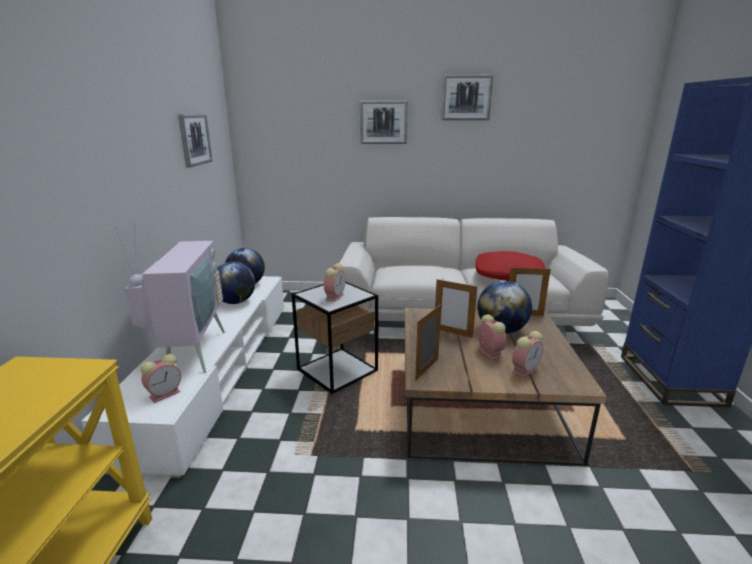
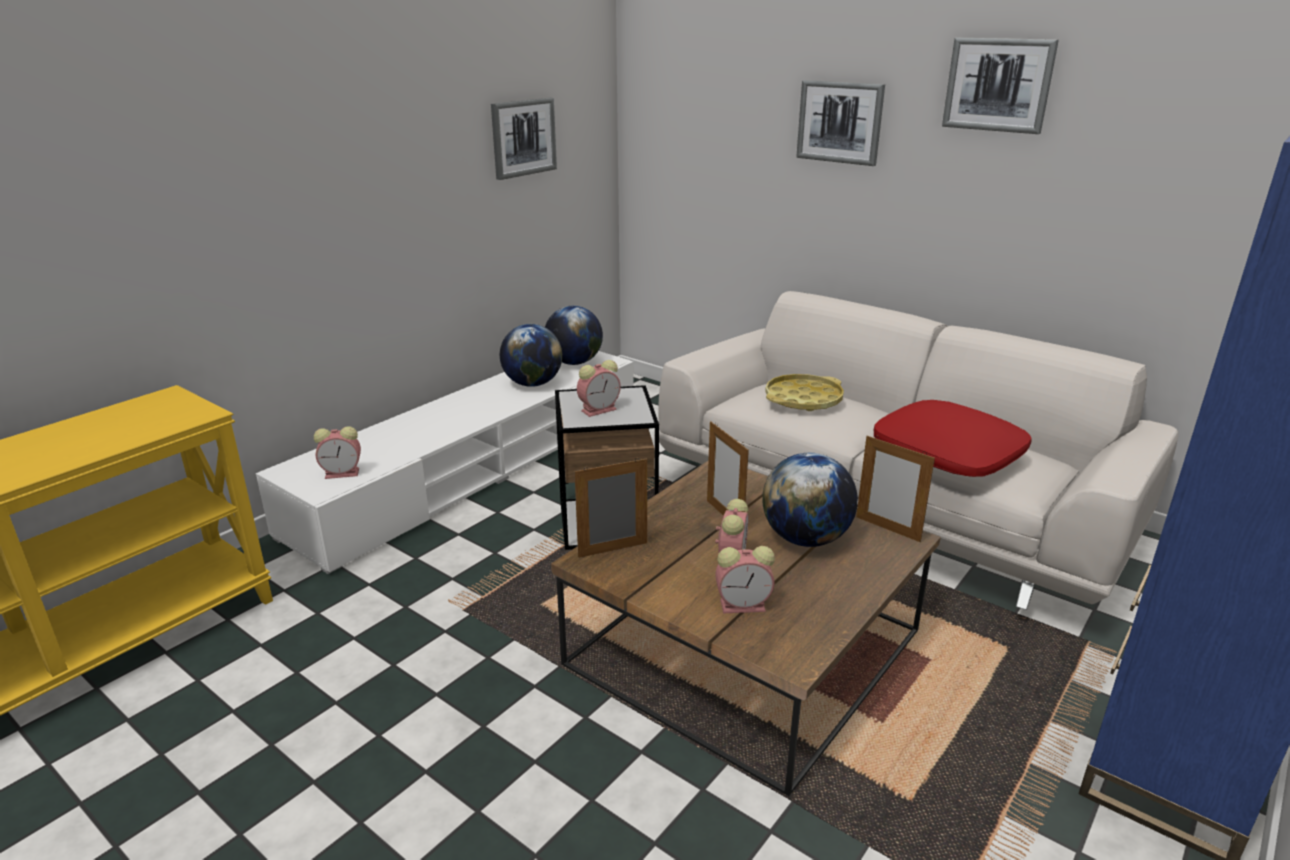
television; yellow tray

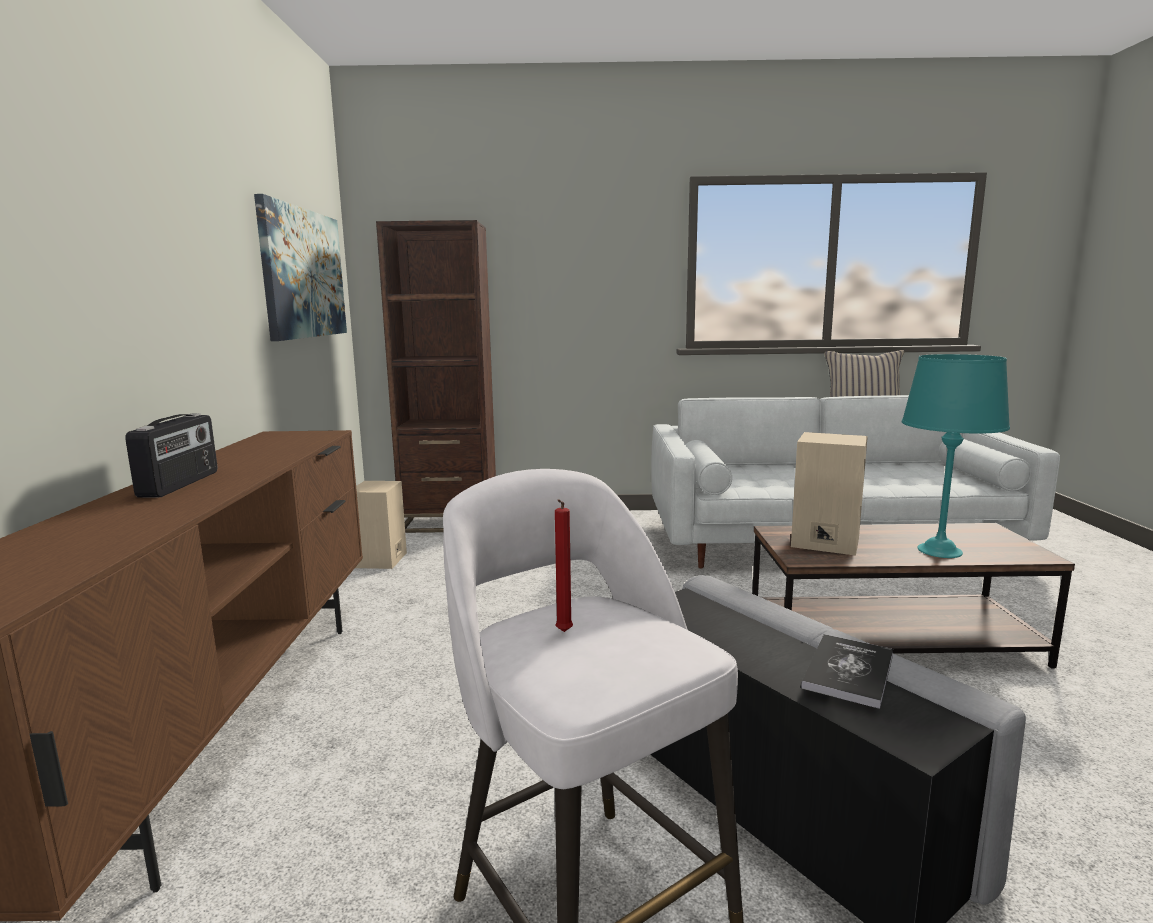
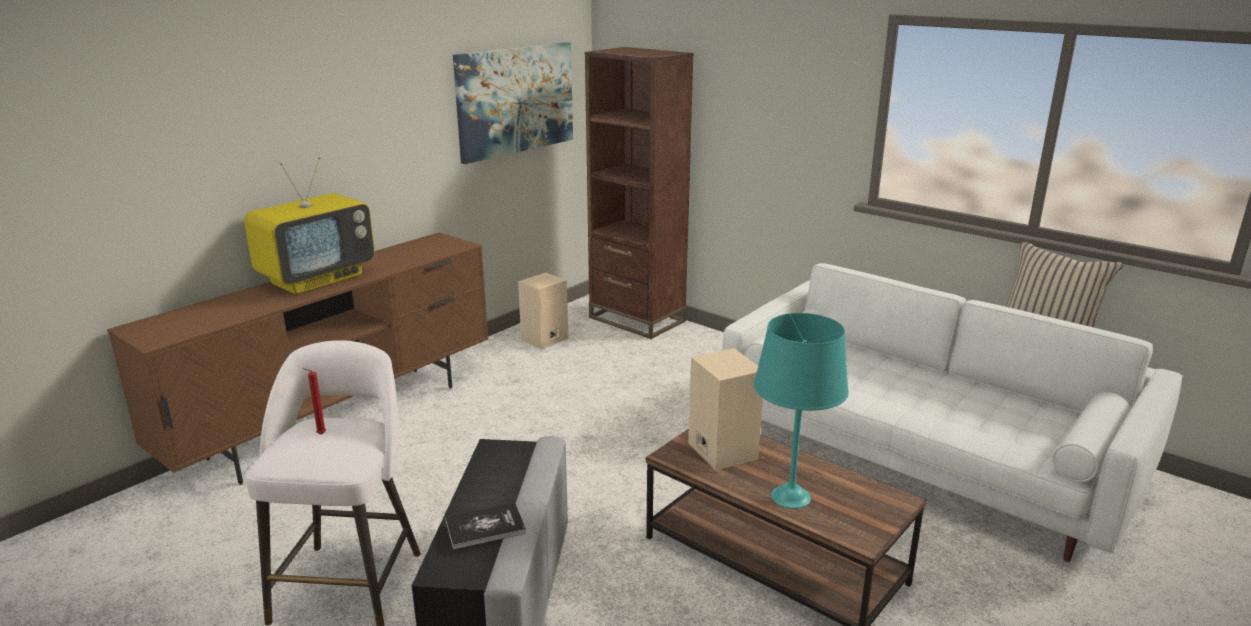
television

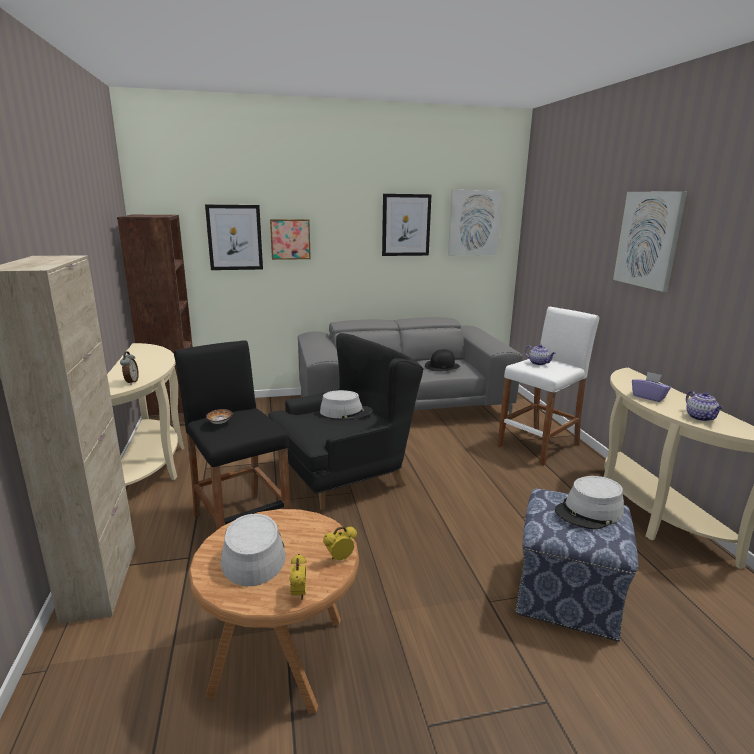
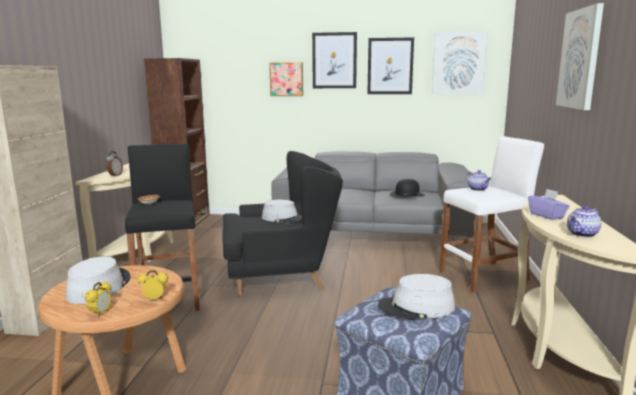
picture (no. 2 from left); teapot (no. 2 from left)

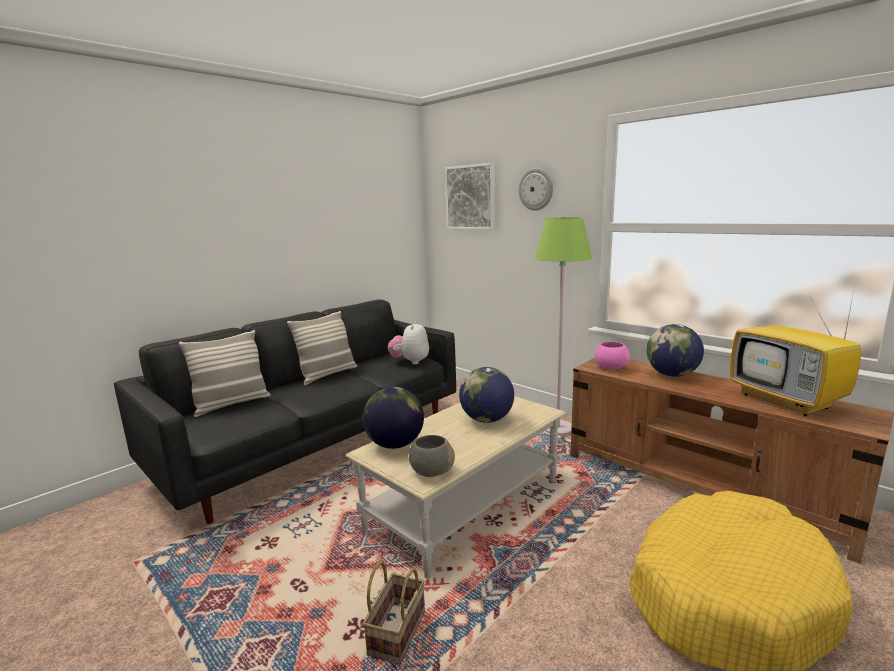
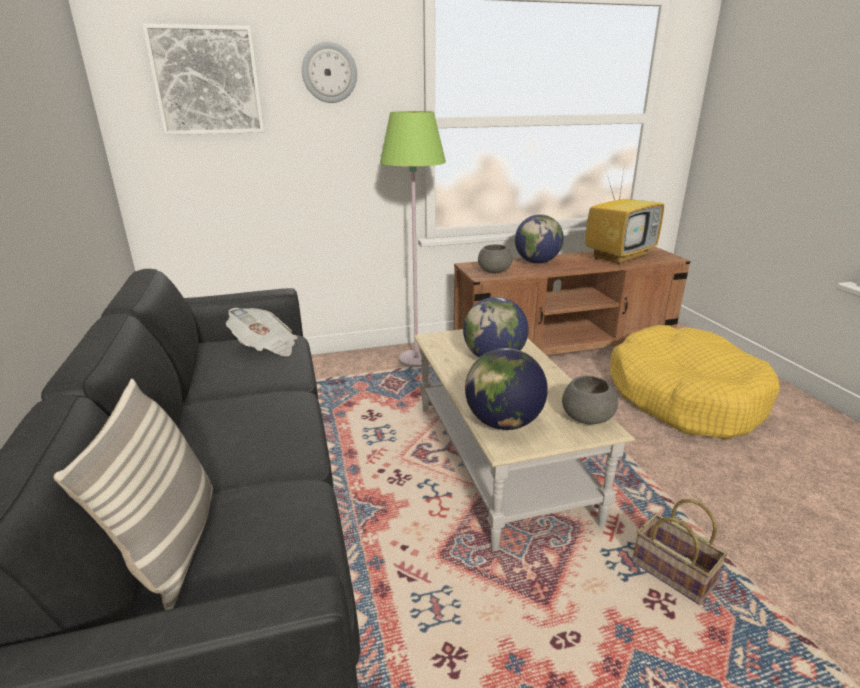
pillow (no. 2 from left in the first image); newspaper; grey bowl (no. 1 from left); television

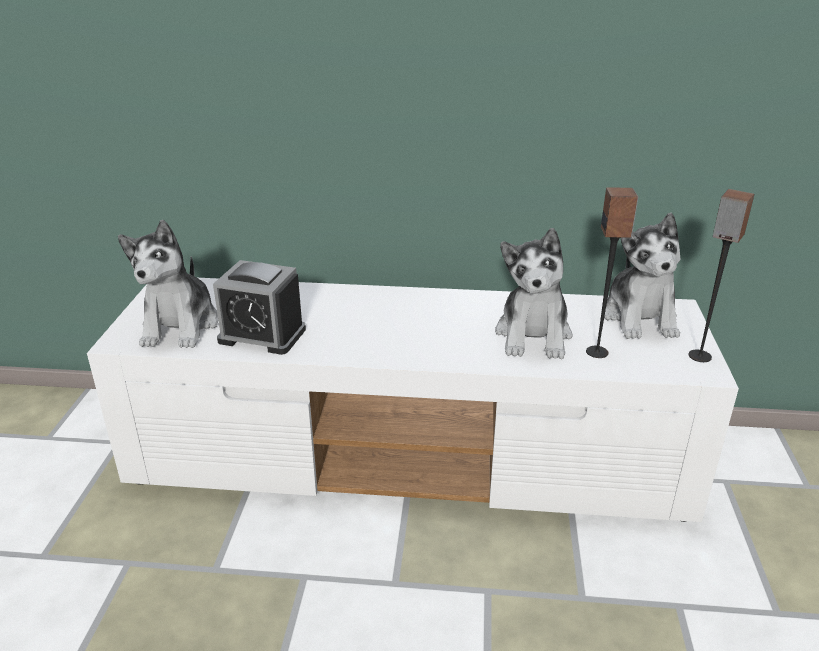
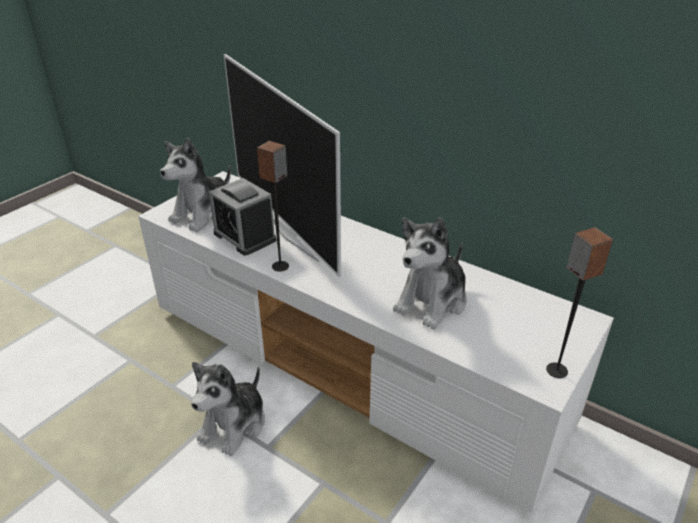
speaker (no. 1 from left); plush toy (no. 2 from left); television

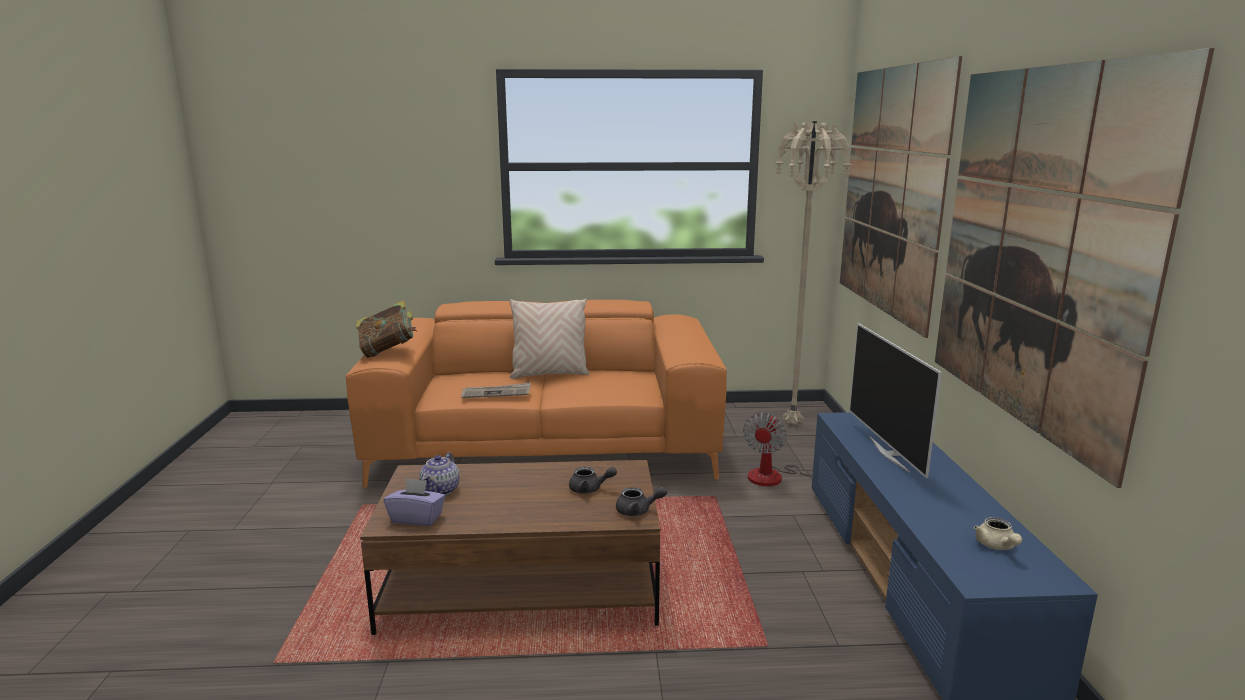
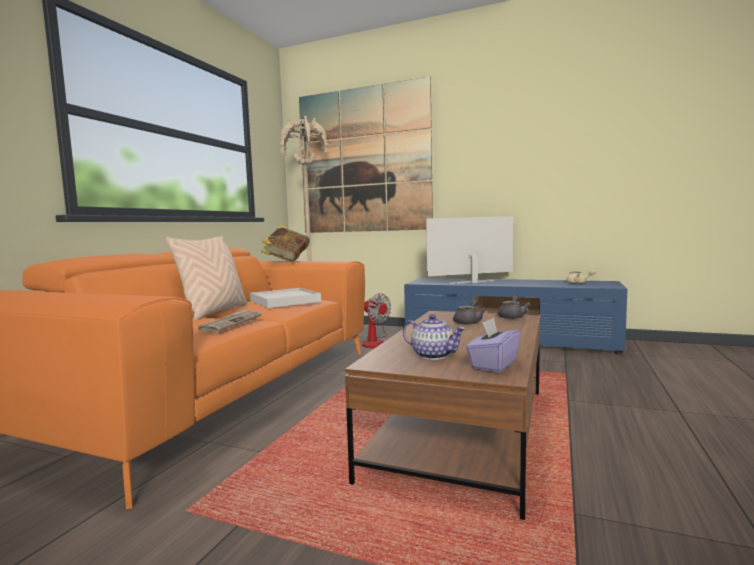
book; television; picture (no. 2 from left in the first image); white tray

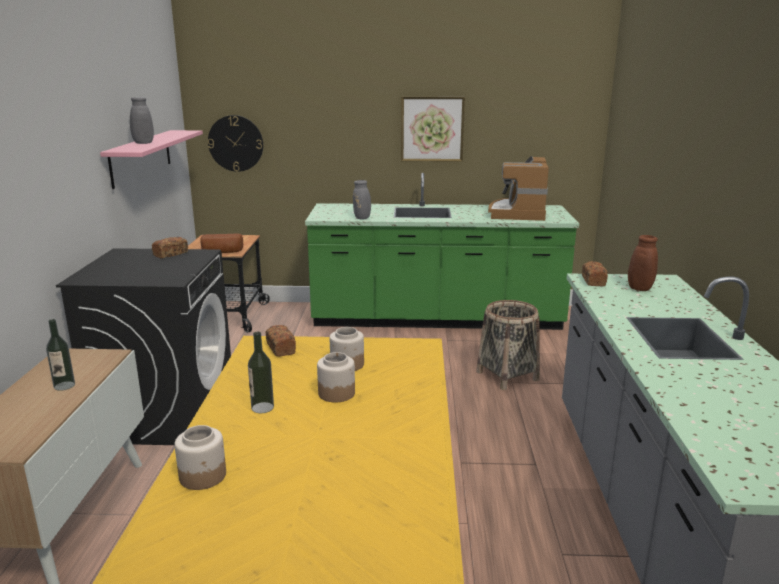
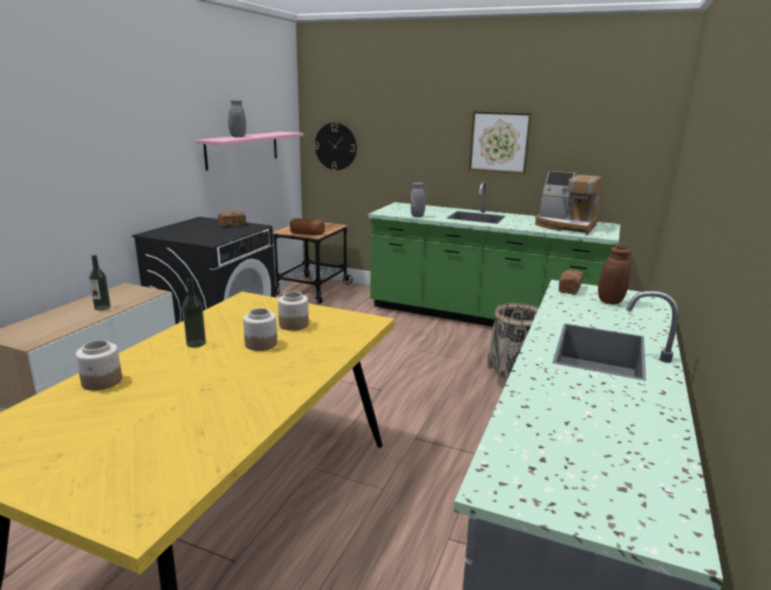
bread (no. 3 from left in the first image); coffee machine

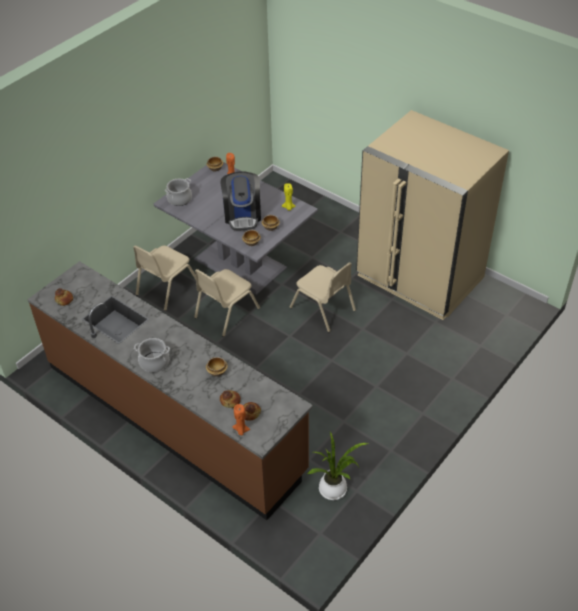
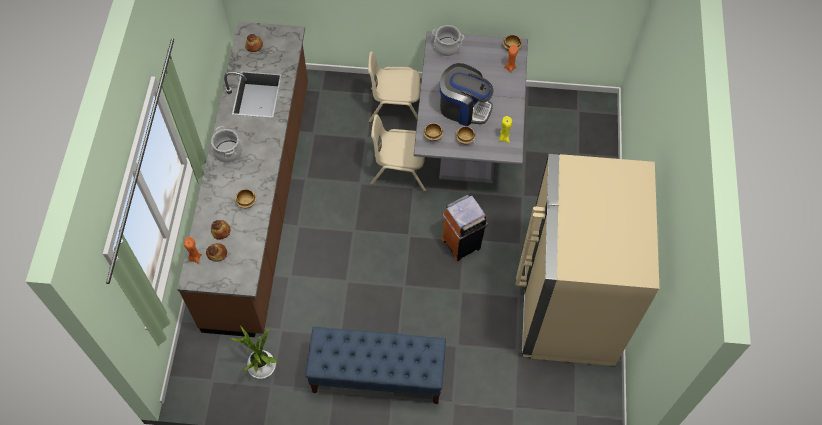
coffee machine; orange trash can; blue bench

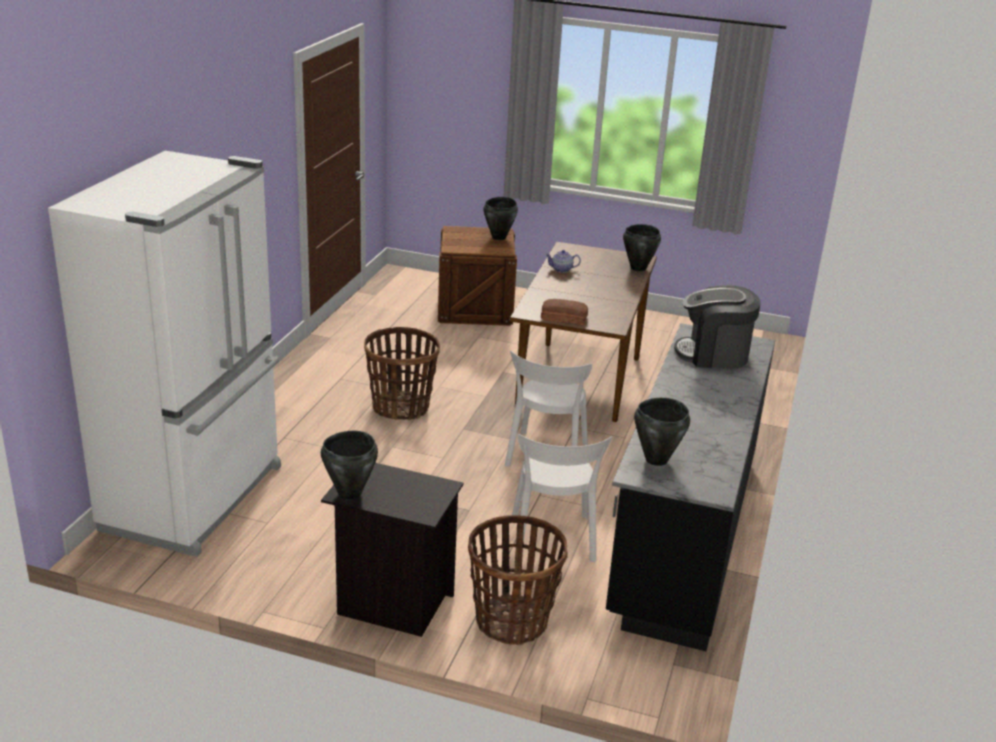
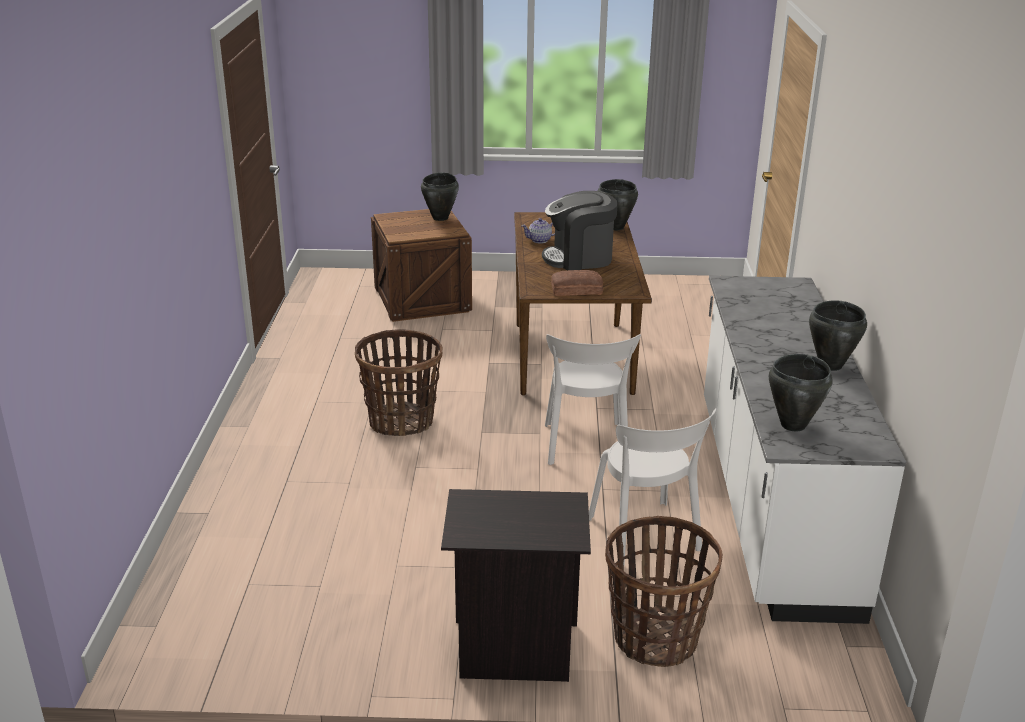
white fridge; black cooking pot (no. 4 from left); white counter; coffee machine

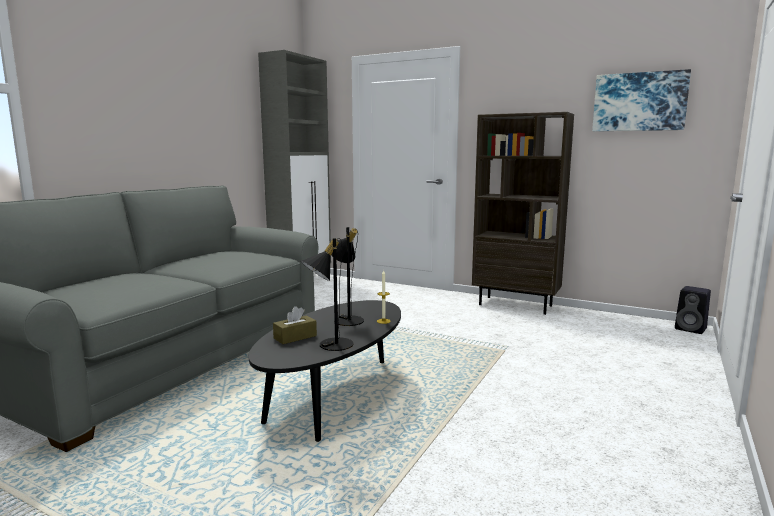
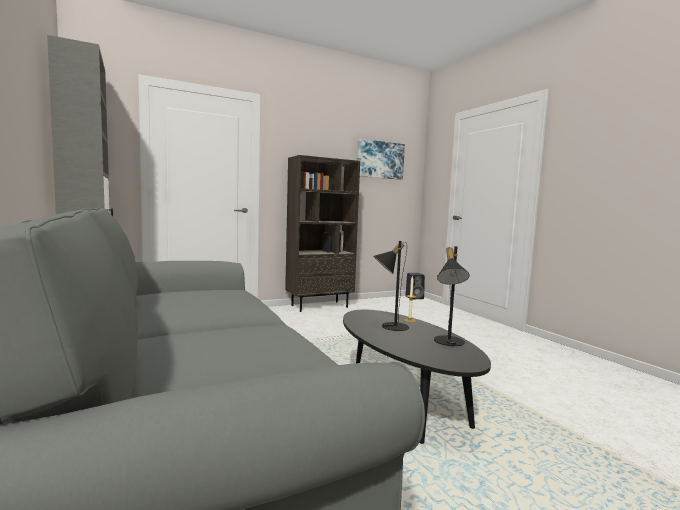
brown tissue box

